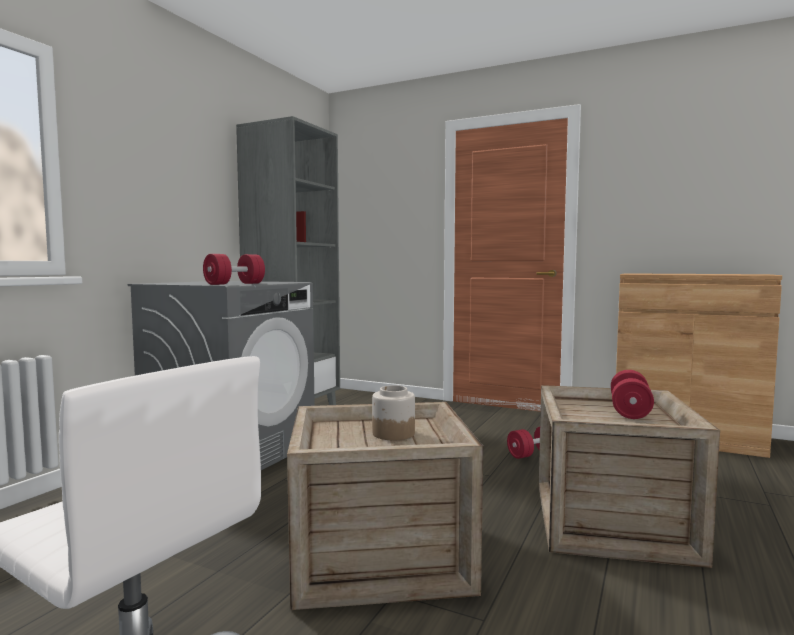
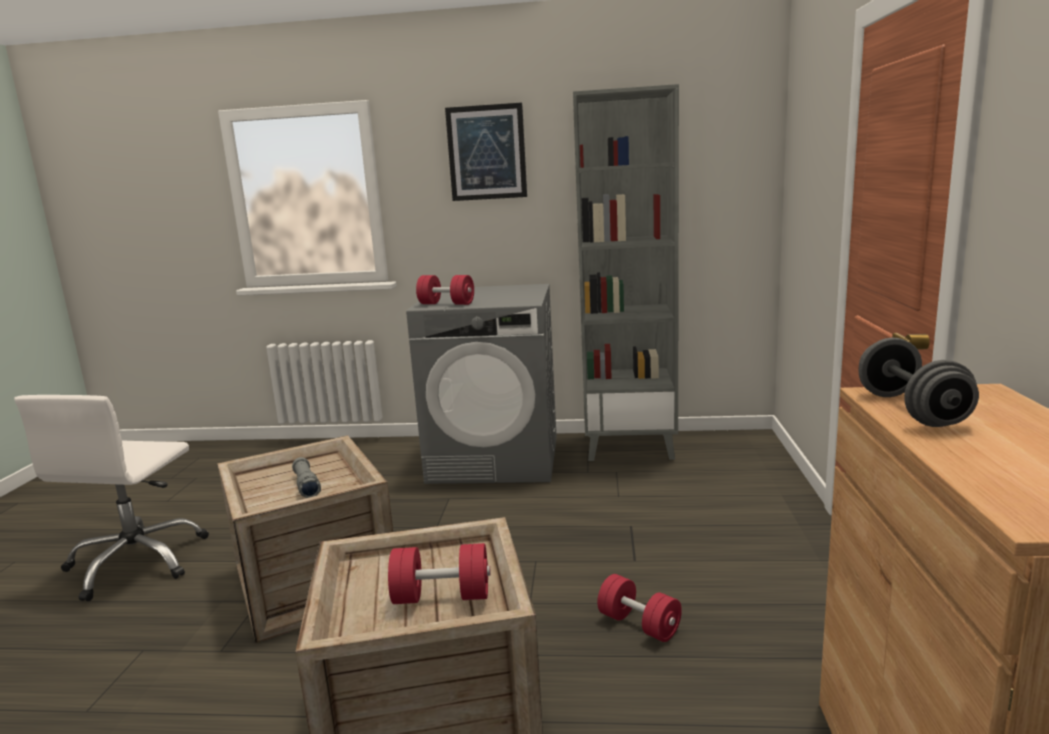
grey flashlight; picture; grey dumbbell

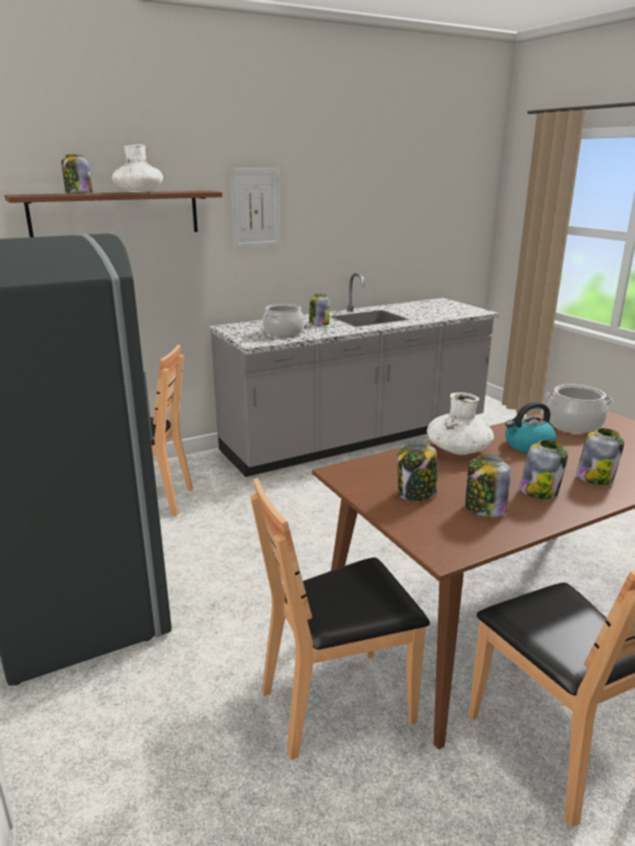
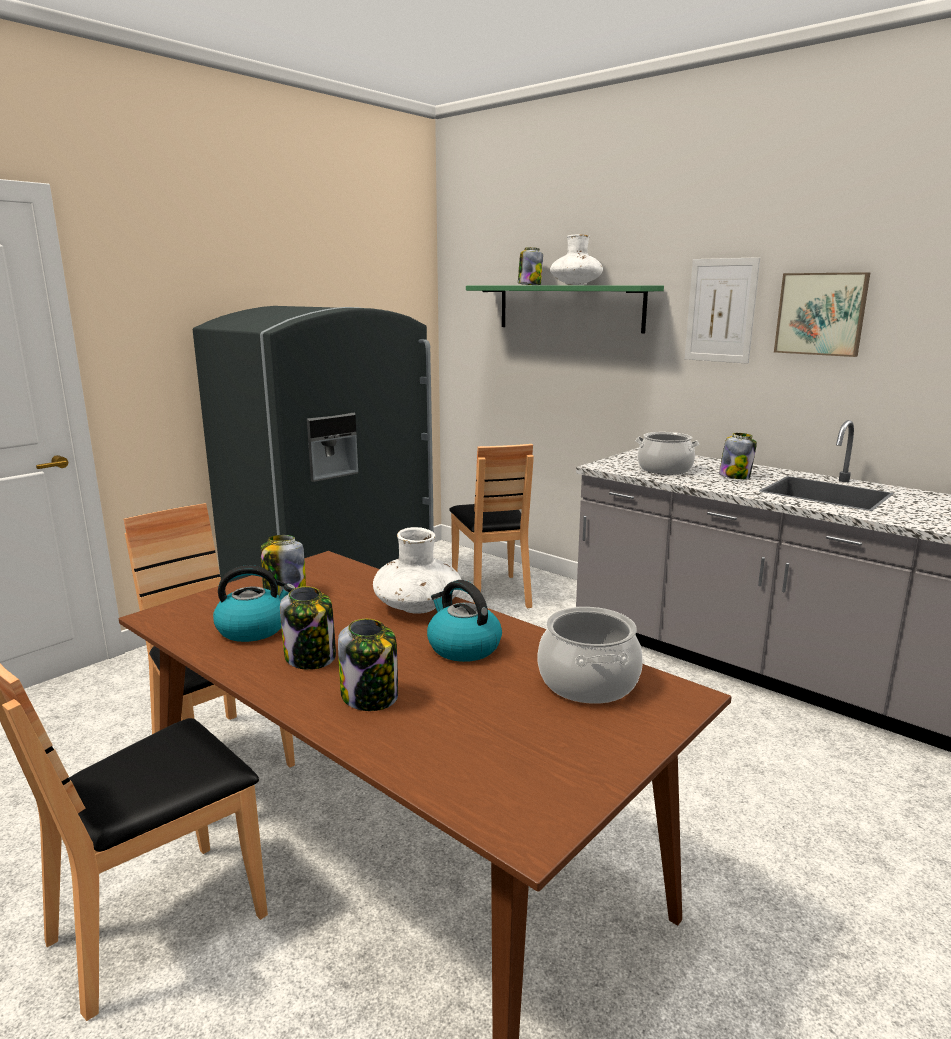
green shelf; kettle (no. 1 from left); picture (no. 2 from left)

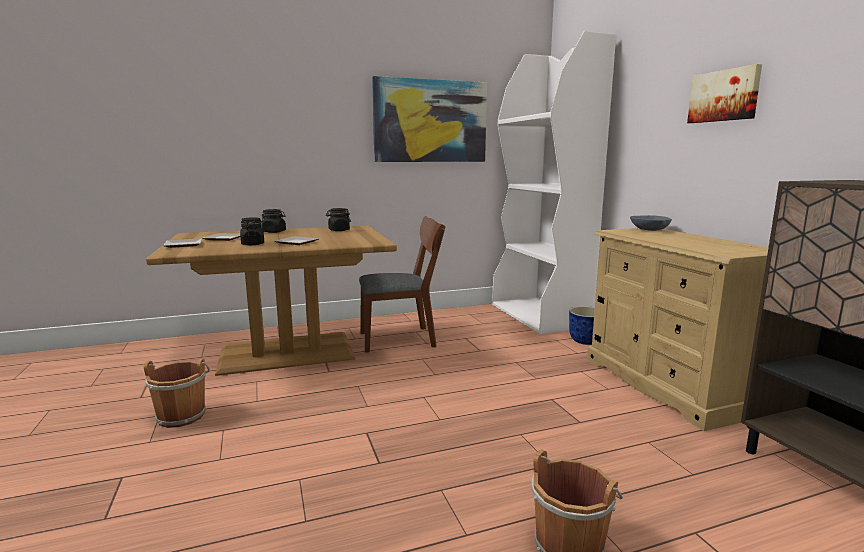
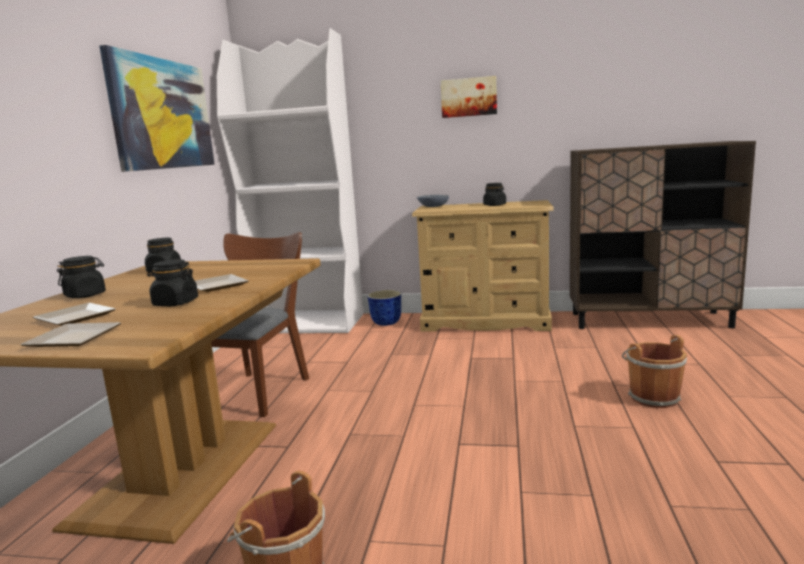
black jar (no. 4 from left)

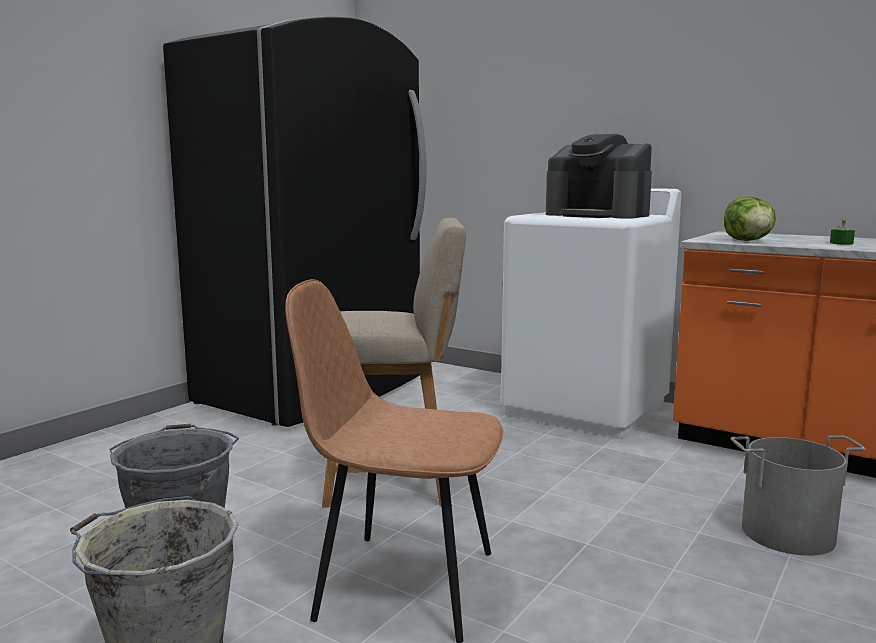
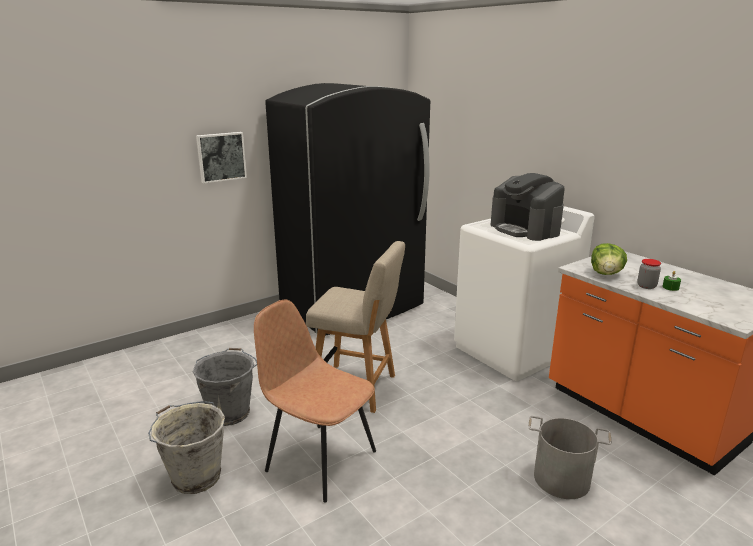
picture; jar

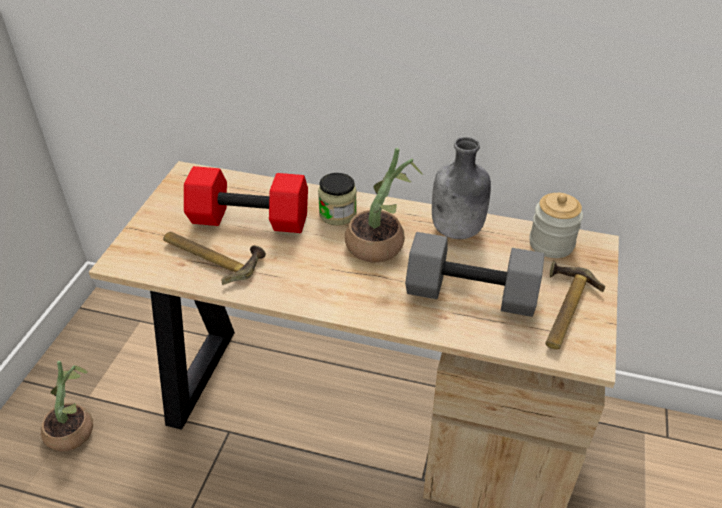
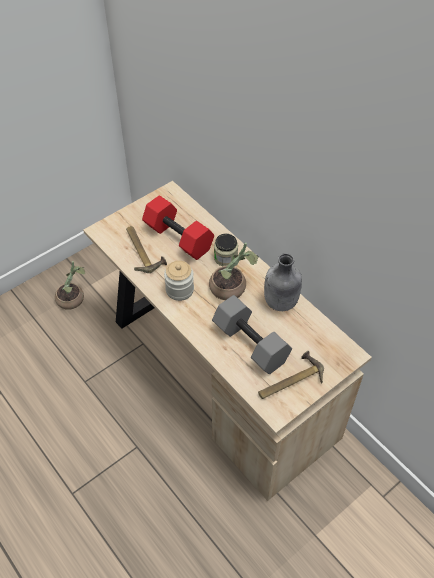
jar (no. 1 from left)

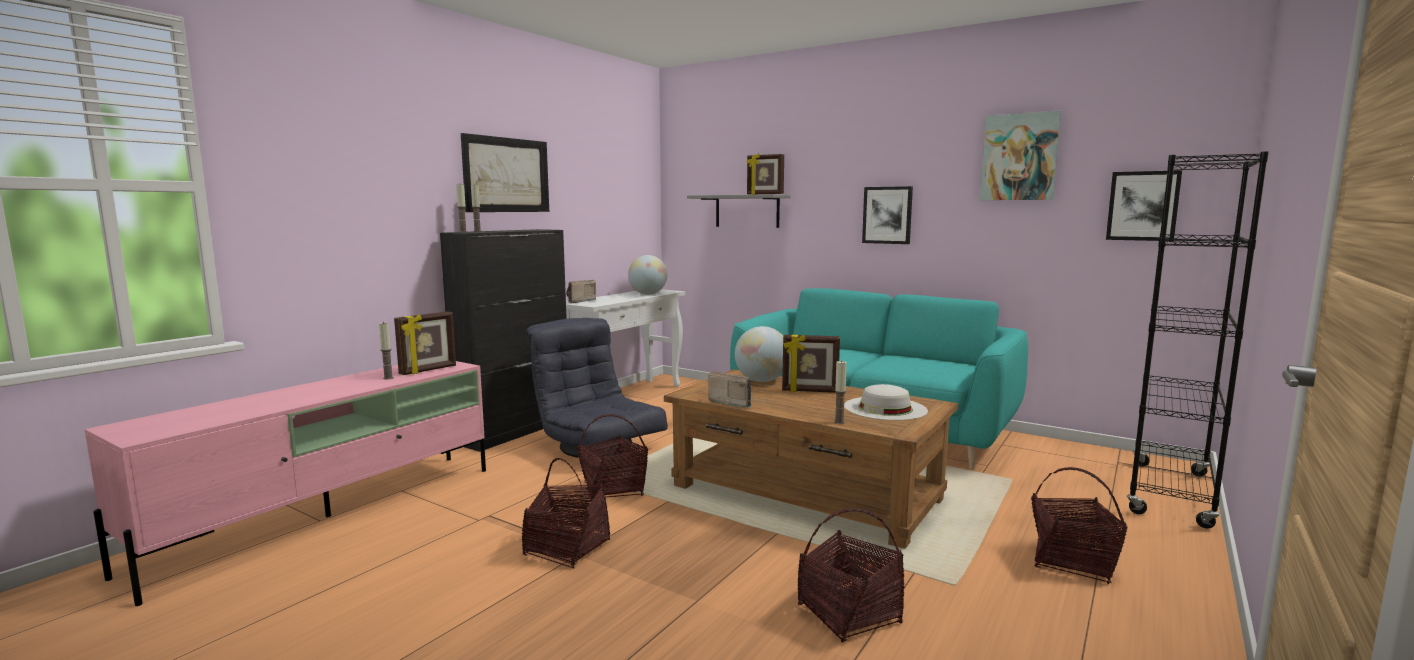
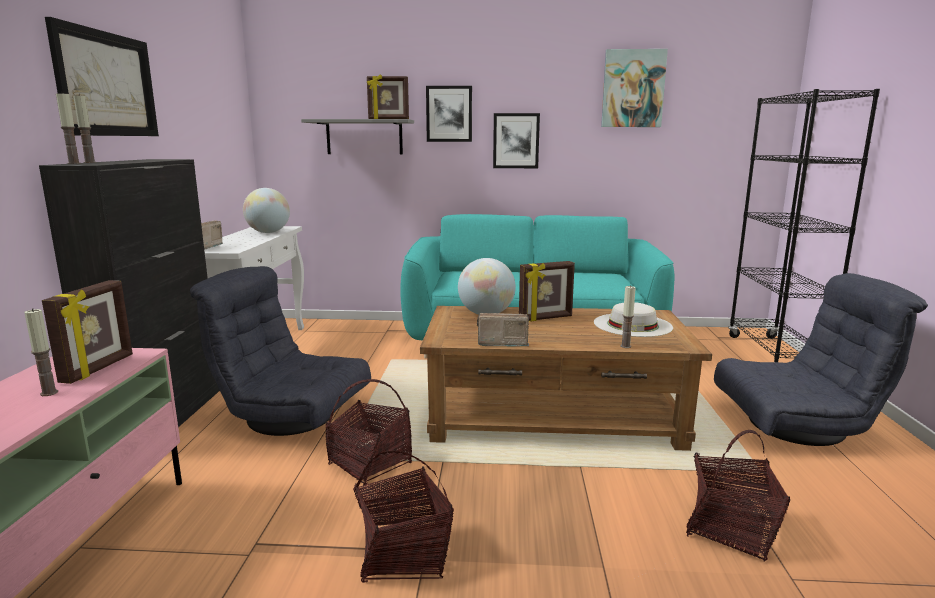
grey armchair (no. 2 from left); picture (no. 2 from left)

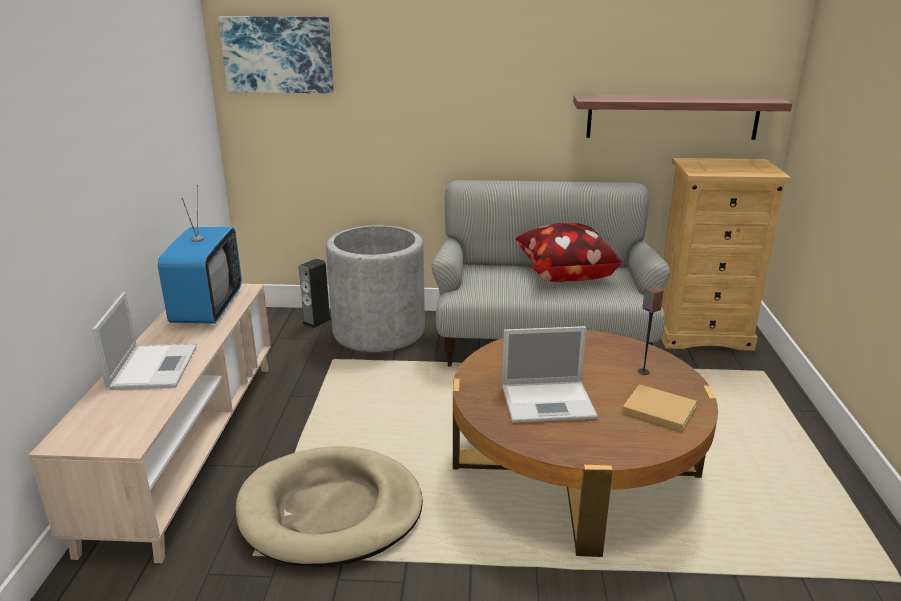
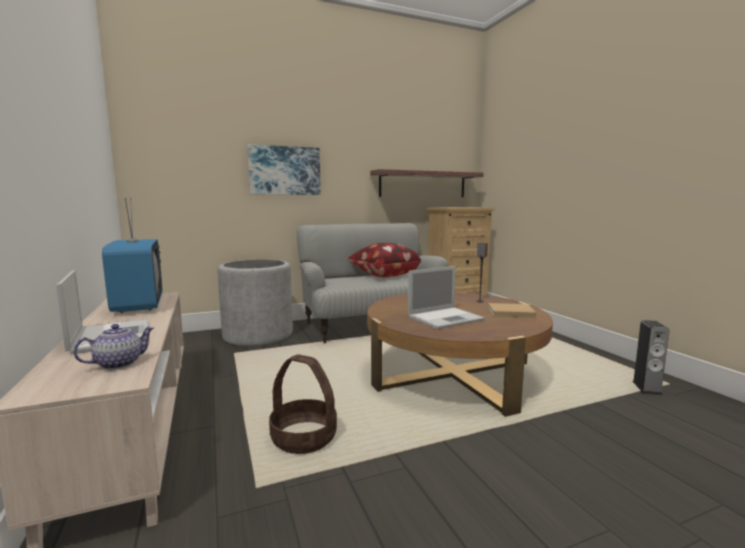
picture; basket; speaker (no. 2 from left); teapot

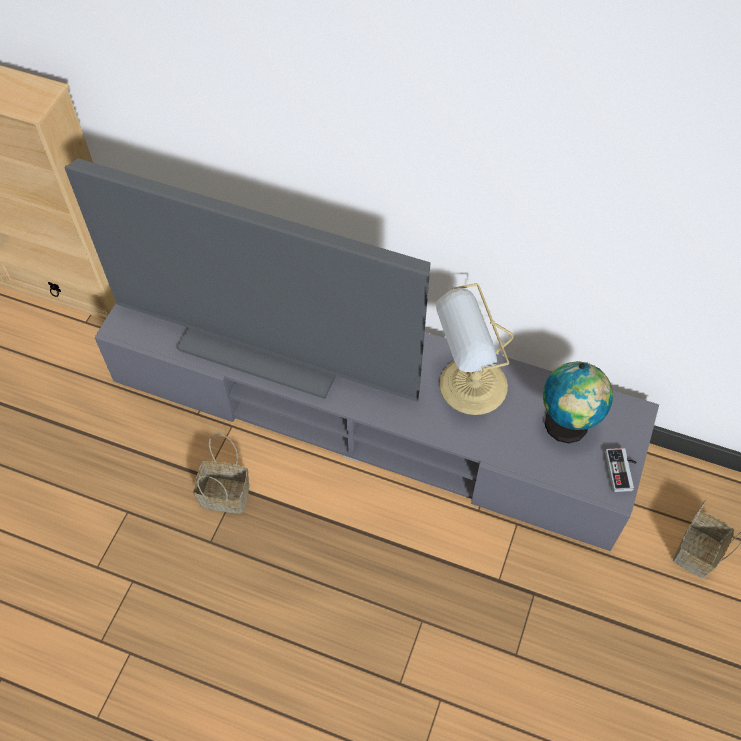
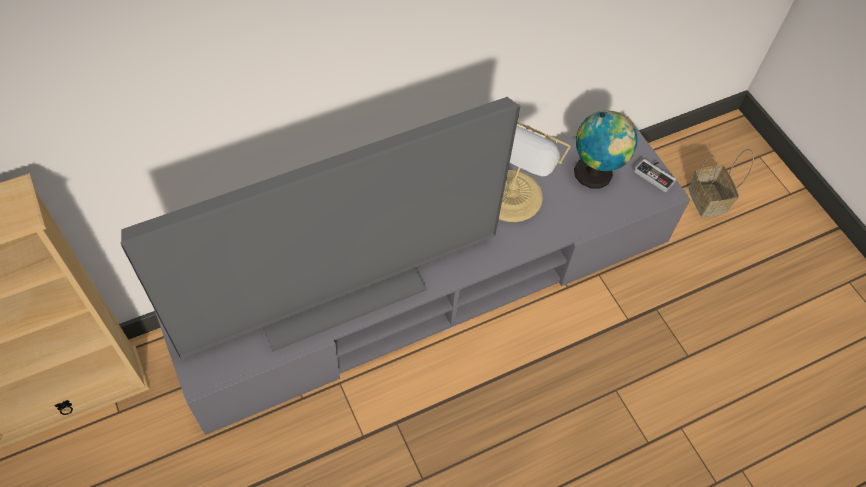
basket (no. 1 from left in the first image)

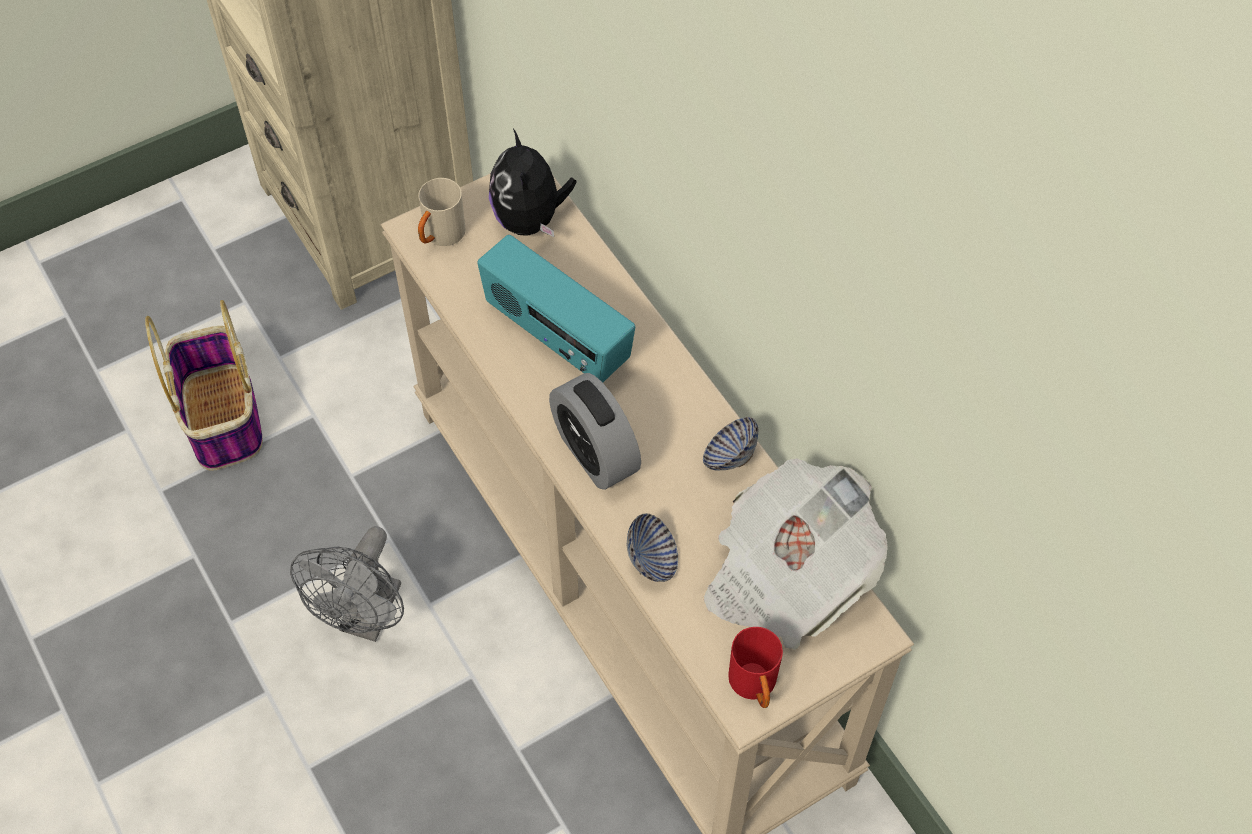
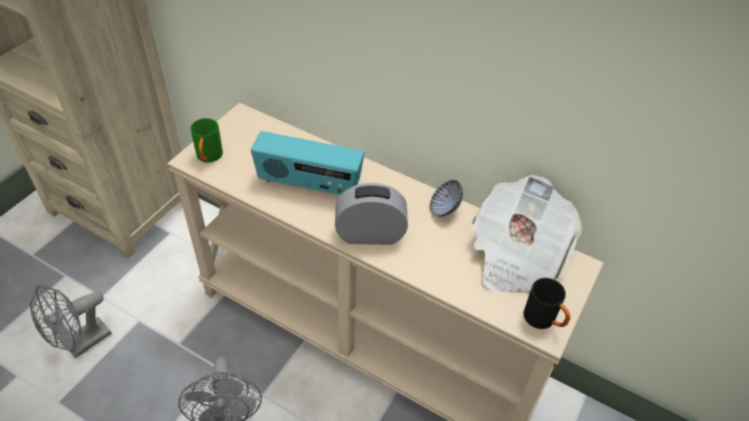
grey fan (no. 1 from left); green mug; plush toy; alarm clock; bowl (no. 1 from left in the first image); black mug

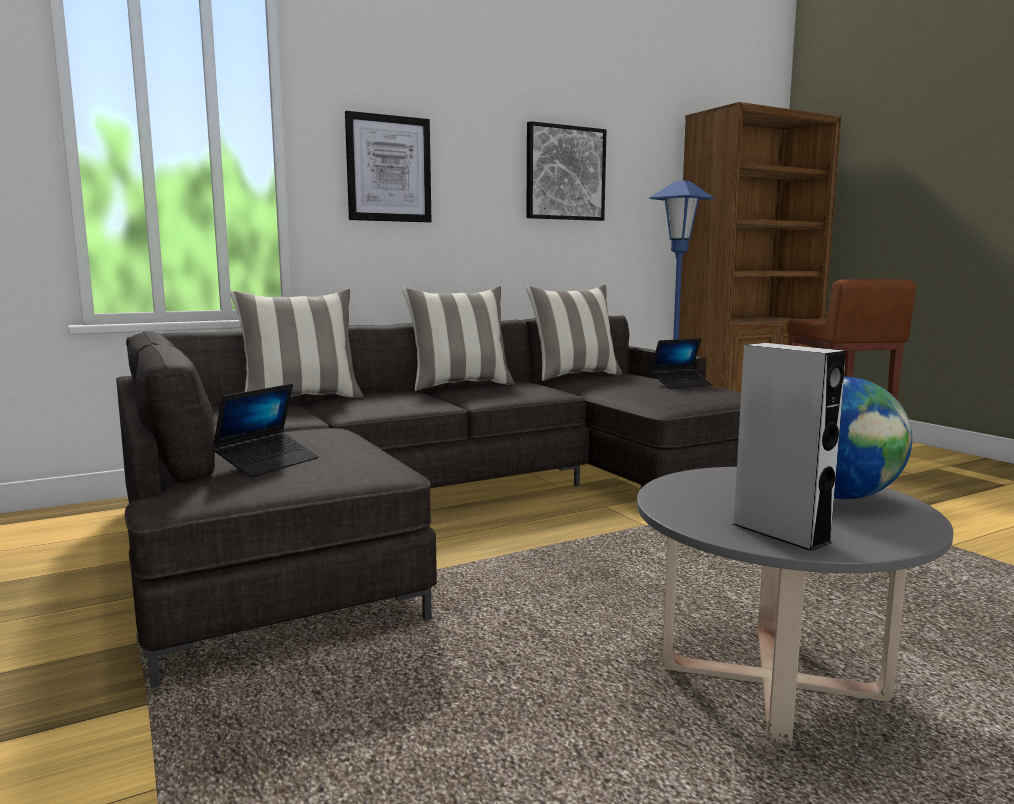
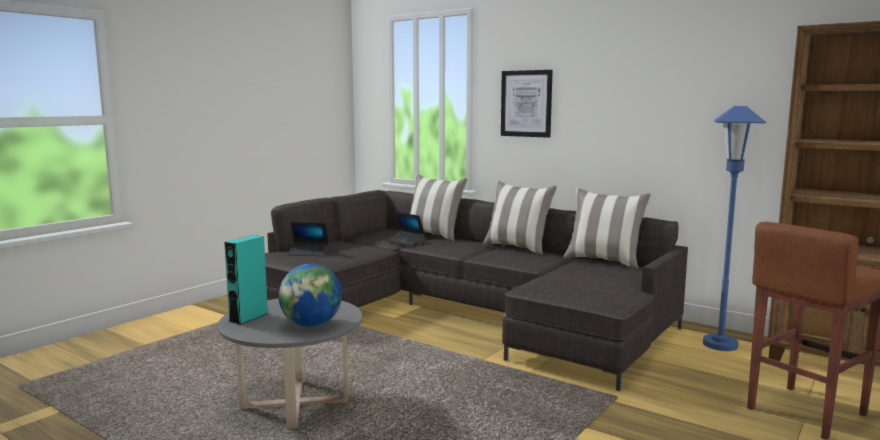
picture (no. 2 from left in the first image); laptop (no. 2 from left); turquoise speaker

